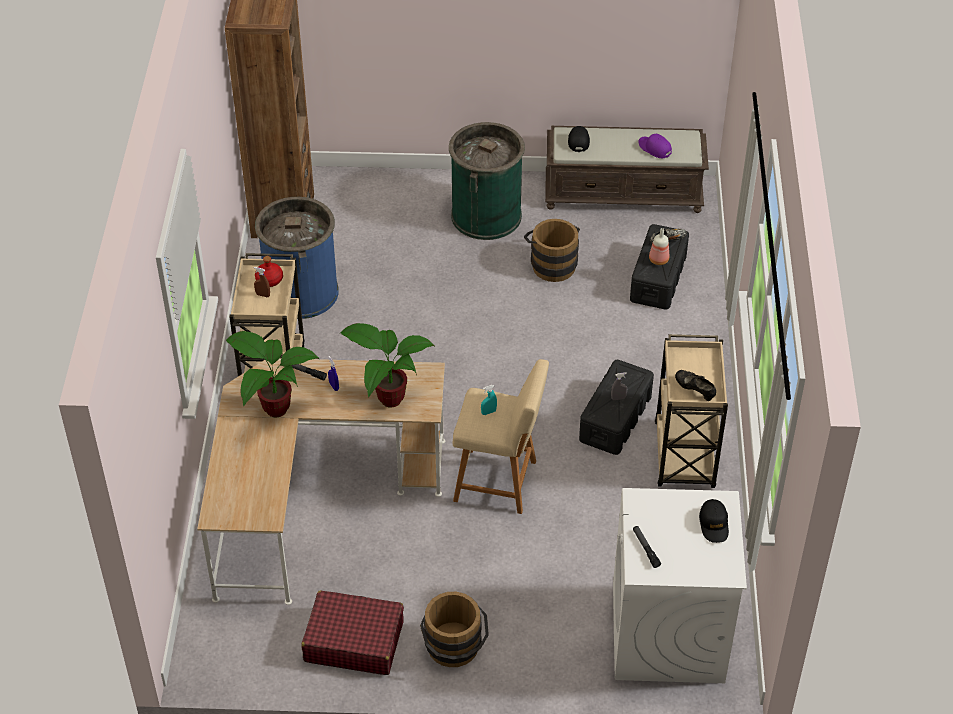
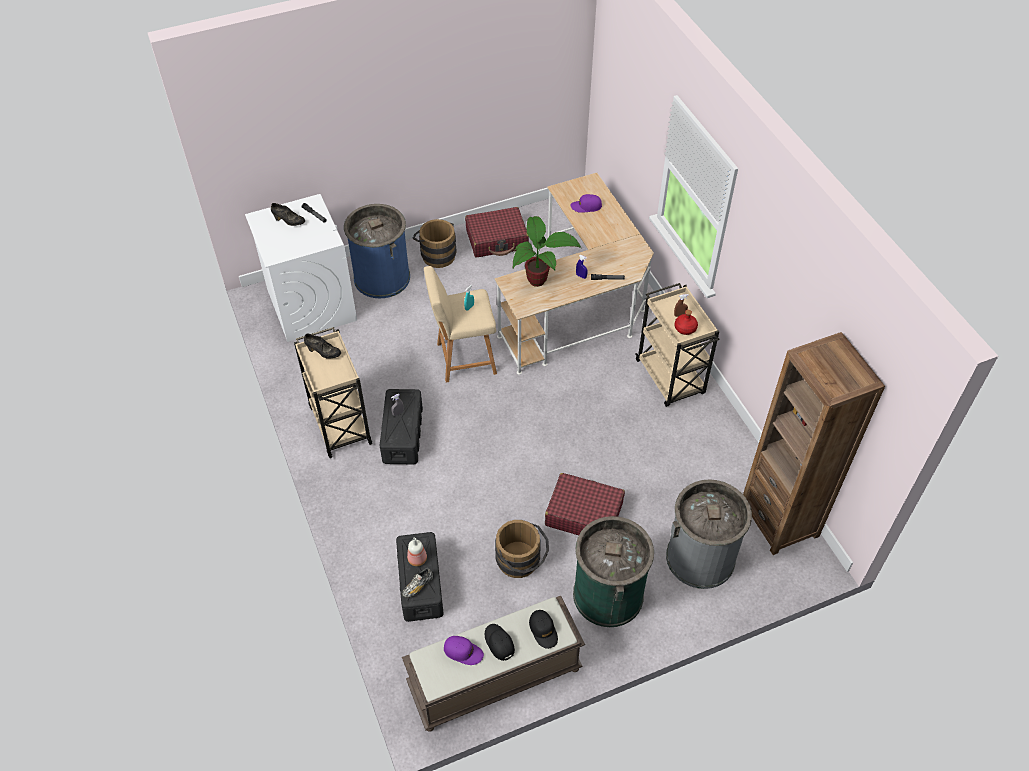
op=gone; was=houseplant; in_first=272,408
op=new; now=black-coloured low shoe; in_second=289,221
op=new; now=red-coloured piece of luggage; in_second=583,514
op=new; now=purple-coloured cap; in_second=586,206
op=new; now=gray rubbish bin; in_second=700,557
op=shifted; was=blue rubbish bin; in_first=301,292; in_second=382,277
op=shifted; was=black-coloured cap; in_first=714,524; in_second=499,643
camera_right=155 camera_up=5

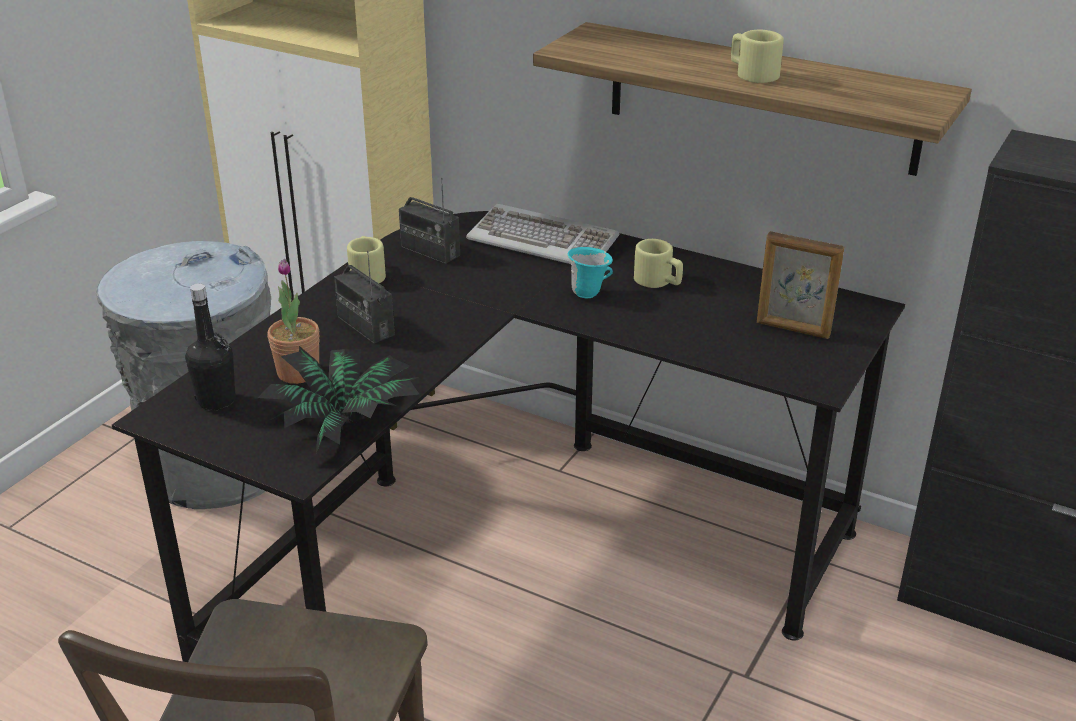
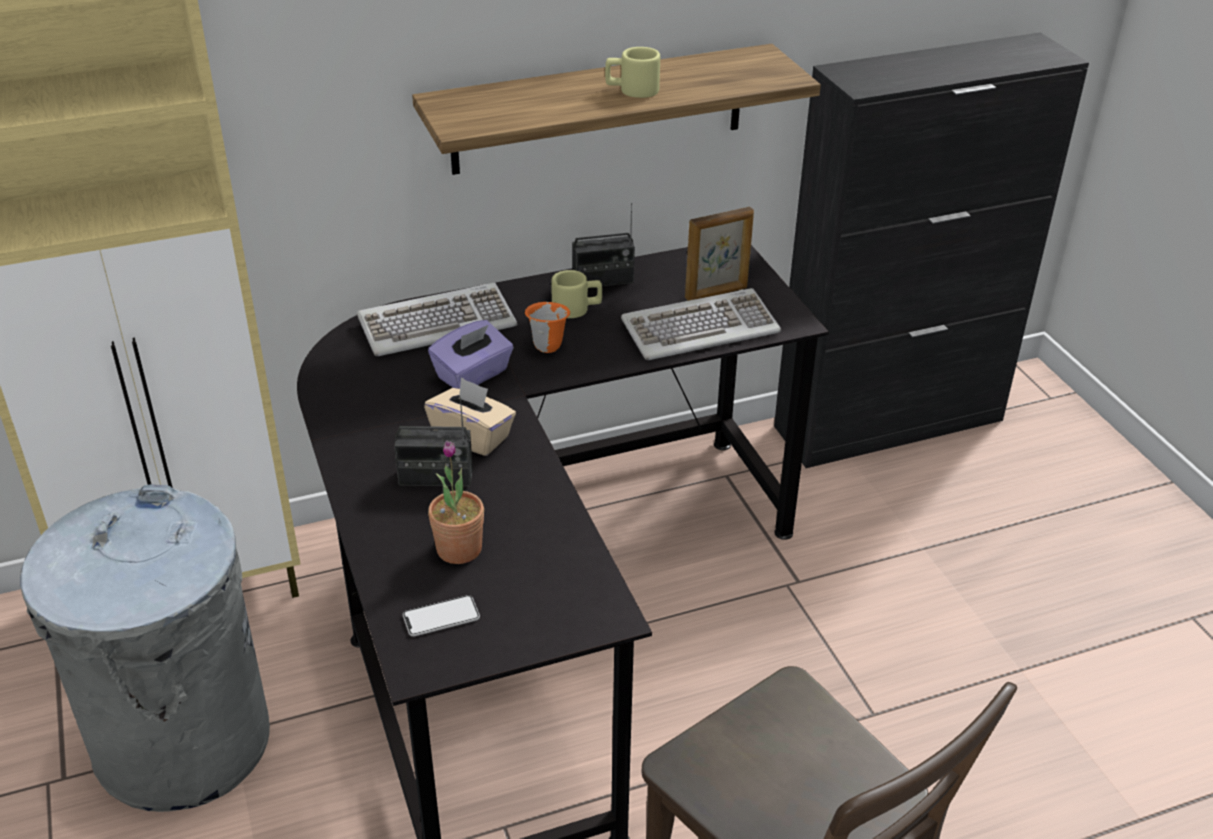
op=gone; was=houseplant; in_first=345,425
op=gone; was=sand-coloured coffee mug; in_first=367,274
op=new; now=sand-coloured tissue box; in_second=472,436
op=new; now=purple-coloured tissue box; in_second=473,375
op=new; now=PC keyboard; in_second=700,329
op=shifted; was=radio receiver; in_first=430,251; in_second=603,280
op=swapped; was=black-coloured bottle; now=telephone; in_first=216,401; in_second=441,617
op=repainted; was=blue-green coffee mug; now=orangey coffee mug; in_first=589,293; in_second=548,346
camera_right=-50 camera_up=5

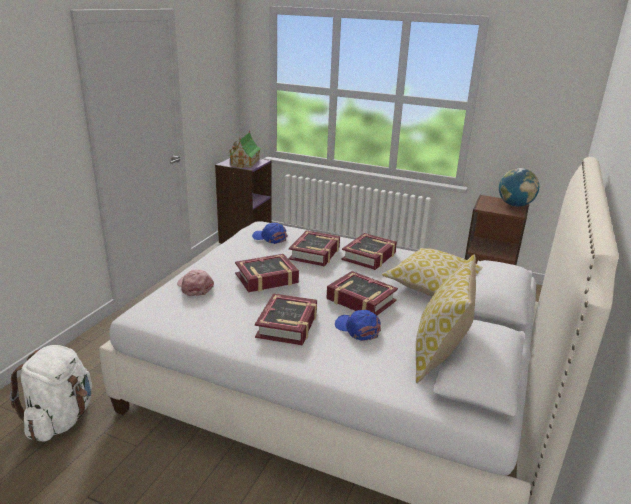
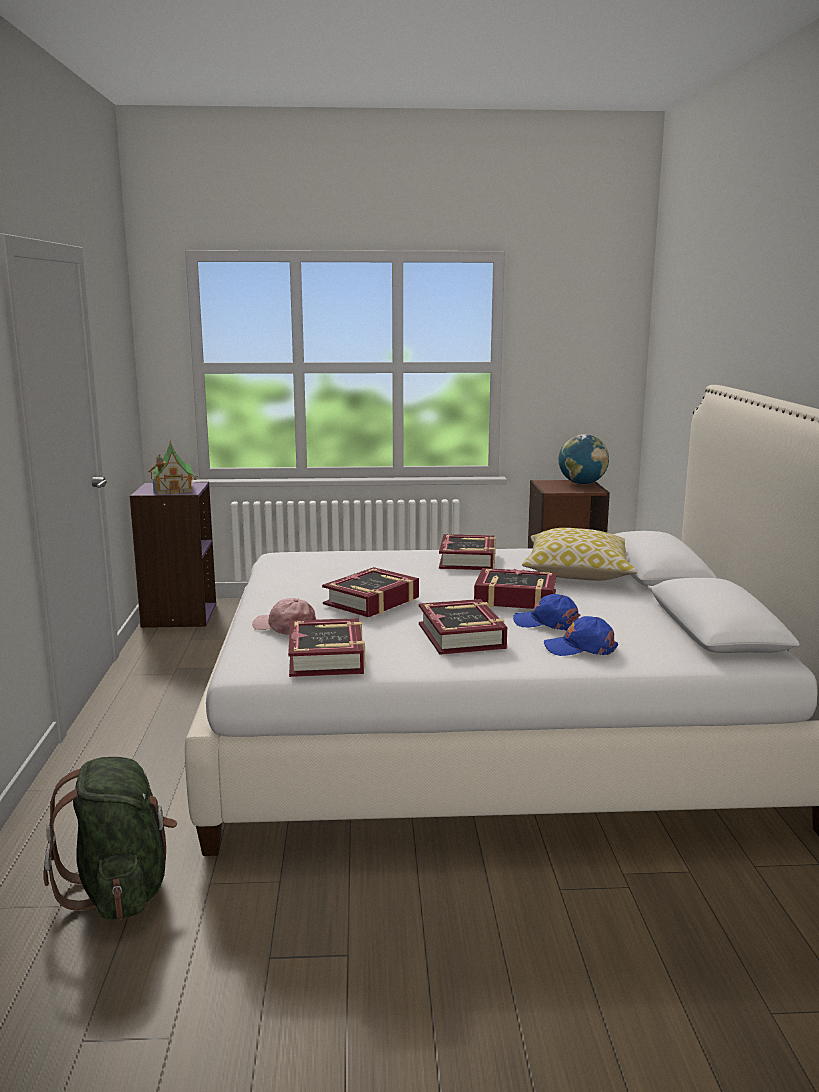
op=gone; was=pillow; in_first=439,356
op=shifted; was=blue cap; in_first=270,238; in_second=580,648
op=shifted; was=volume; in_first=315,253; in_second=327,657
op=repainted; was=white rucksack; now=green-coloured rucksack; in_first=61,419; in_second=120,890
camera_right=-25 camera_up=-10

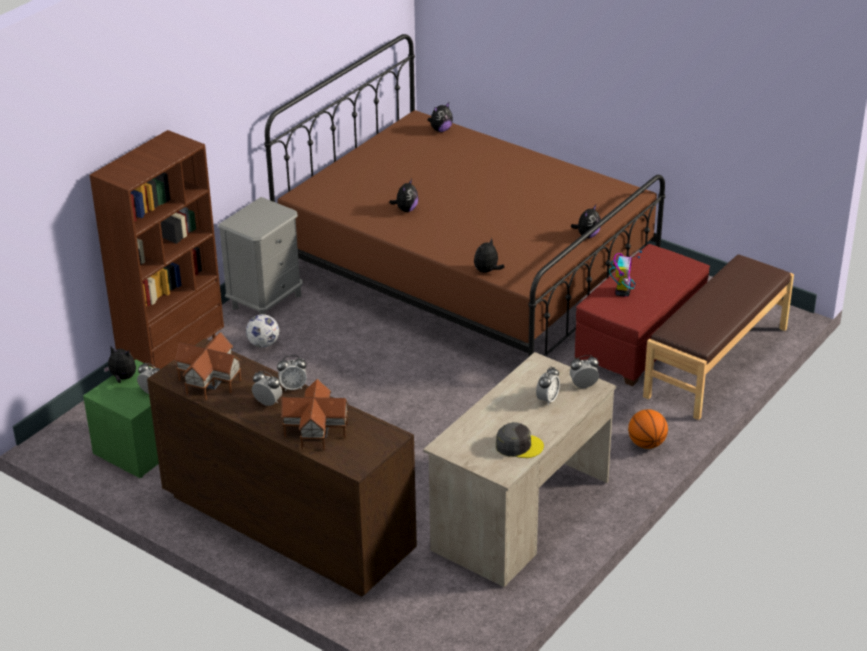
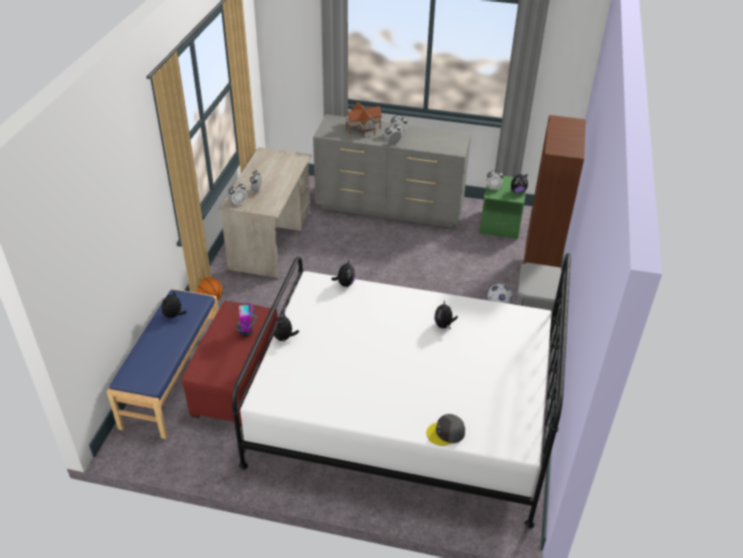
op=gone; was=toy house; in_first=211,380
op=shifted; was=plush toy; in_first=440,130; in_second=174,315
op=shifted; was=gray cap; in_first=518,445; in_second=446,433
op=repainted; was=brown-coloured chest of drawers; now=gray chest of drawers; in_first=287,525; in_second=390,207
op=repainted; was=brown-coloured bedroom bed; now=white bedroom bed; in_first=467,274; in_second=402,411
op=repainted; was=brown-coloured long seat; now=blue long seat; in_first=717,362; in_second=172,378
camera_right=155 camera_up=5

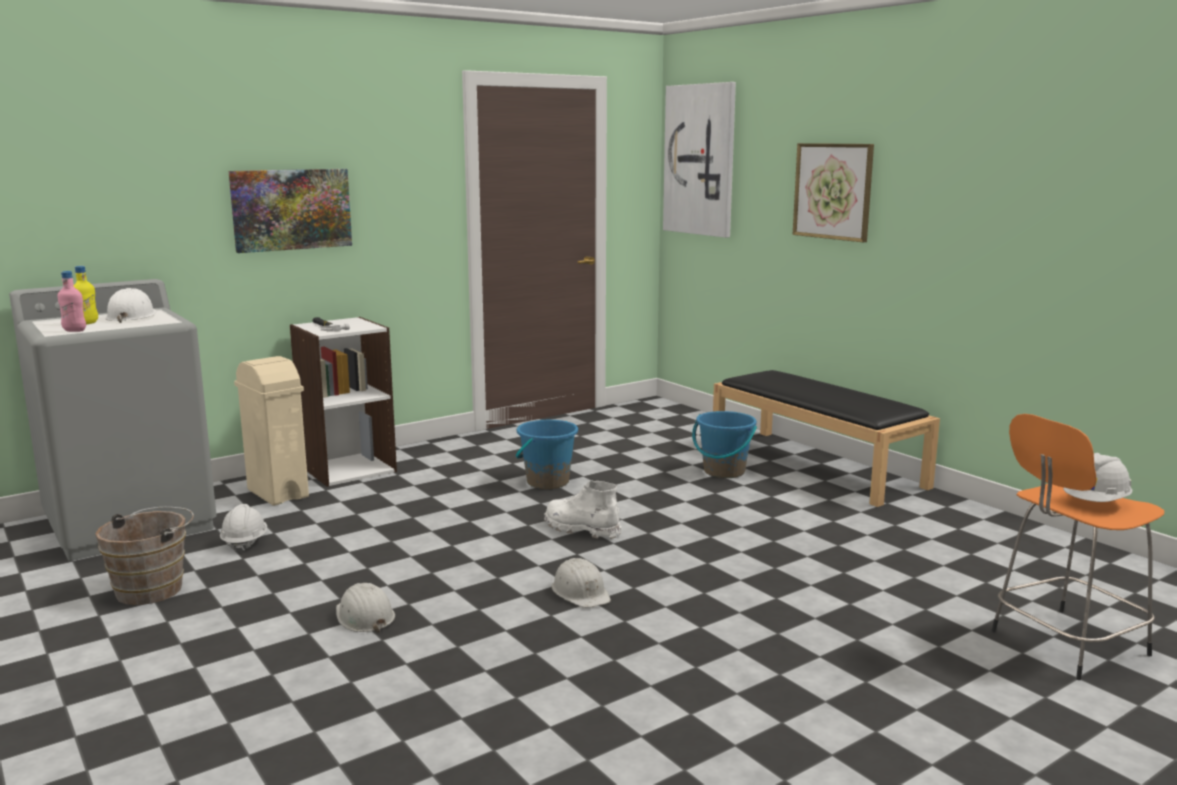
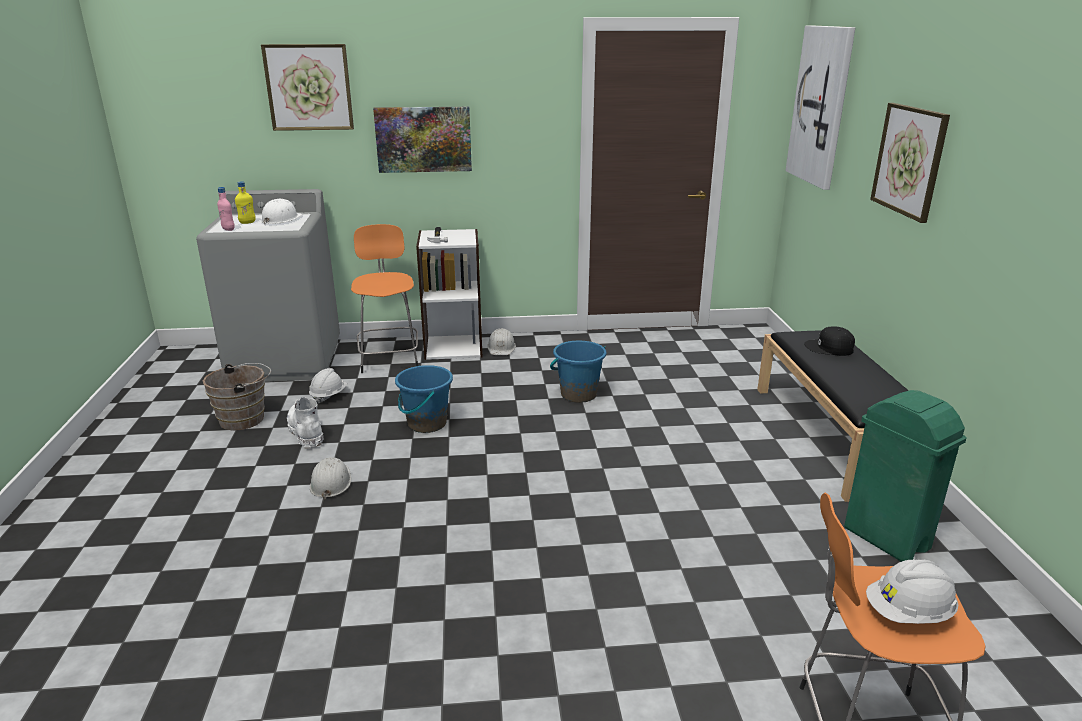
op=new; now=wall art; in_second=309,87
op=new; now=black-coloured cap; in_second=829,348
op=new; now=green-coloured rubbish bin; in_second=887,539
op=shifted; was=white tall boot; in_first=582,529; in_second=306,433
op=shifted; was=white hard hat; in_first=581,592; in_second=501,347
op=shifted; was=blue bucket; in_first=724,472; in_second=426,423
op=swapped; was=sand-coloured rubbish bin; now=orangey stool; in_first=278,493; in_second=389,358
camera_right=30 camera_up=10

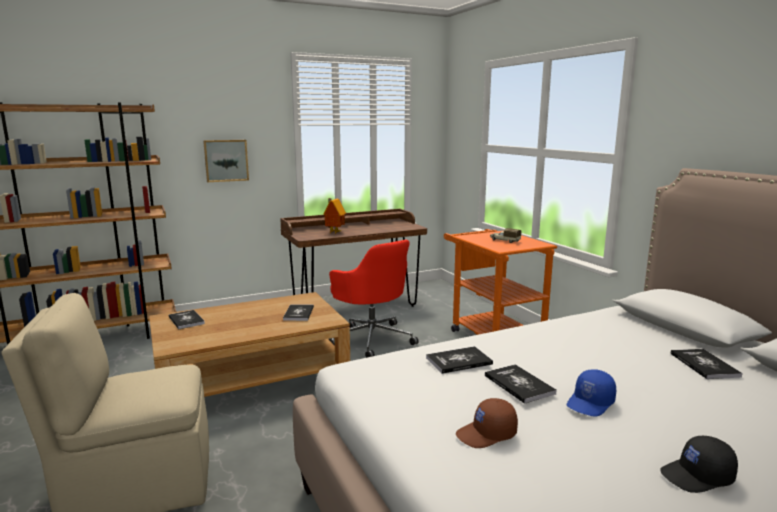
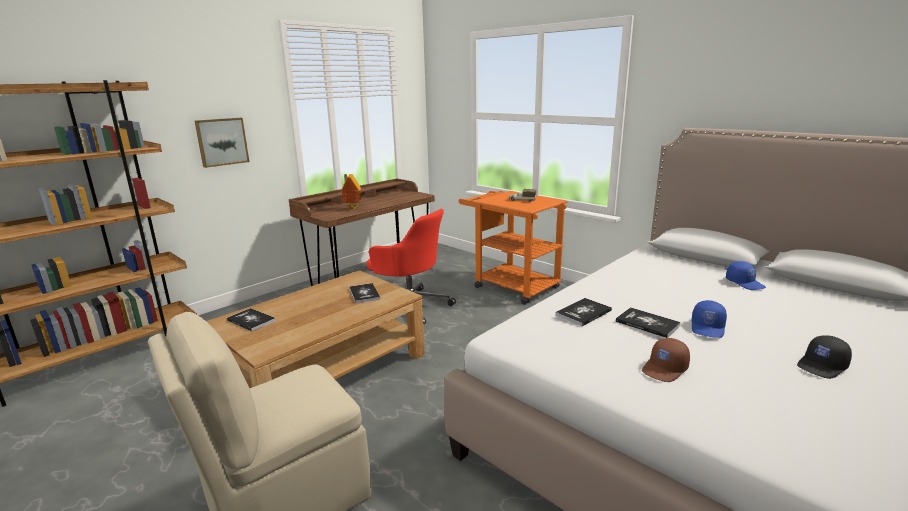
op=swapped; was=volume; now=blue cap; in_first=704,365; in_second=745,283
camera_right=-20 camera_up=5

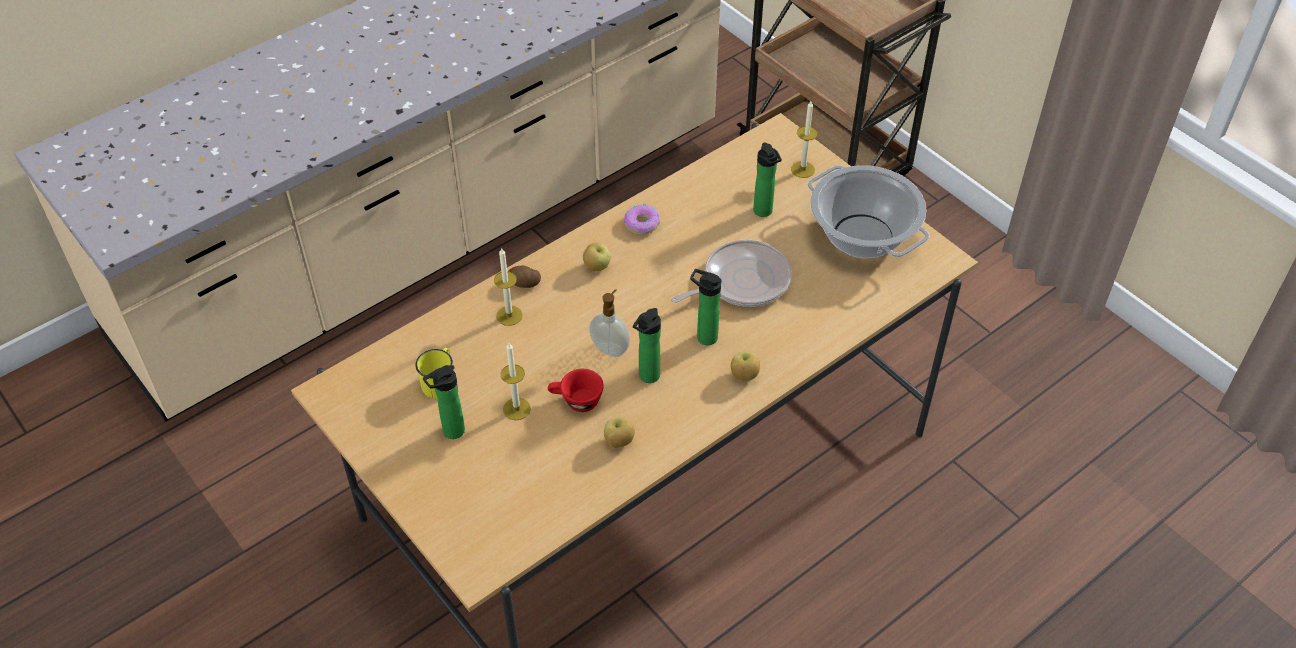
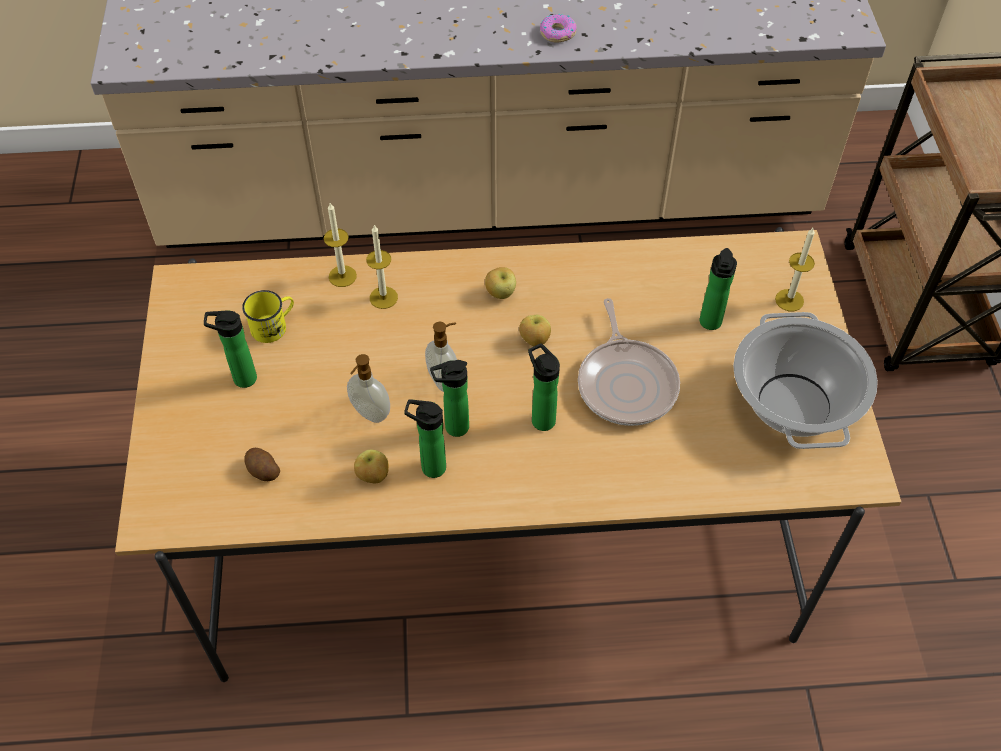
op=new; now=bottle; in_second=429,467
op=shifted; was=wax light; in_first=516,409; in_second=342,276
op=shifted; was=whole potato; in_first=524,283; in_second=263,471
op=shifted; was=ring doughnut; in_first=642,224; in_second=557,33
op=shifted; was=apple; in_first=744,376; in_second=534,340
op=swapped; was=red-coloured cup; now=soap bottle; in_first=576,401; in_second=370,413
op=rotated; was=pan; in_first=741,281; in_second=626,383; clockwise=75
camera_right=35 camera_up=5

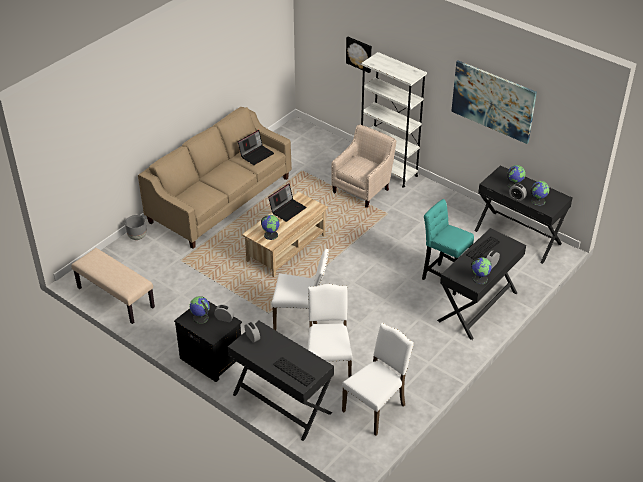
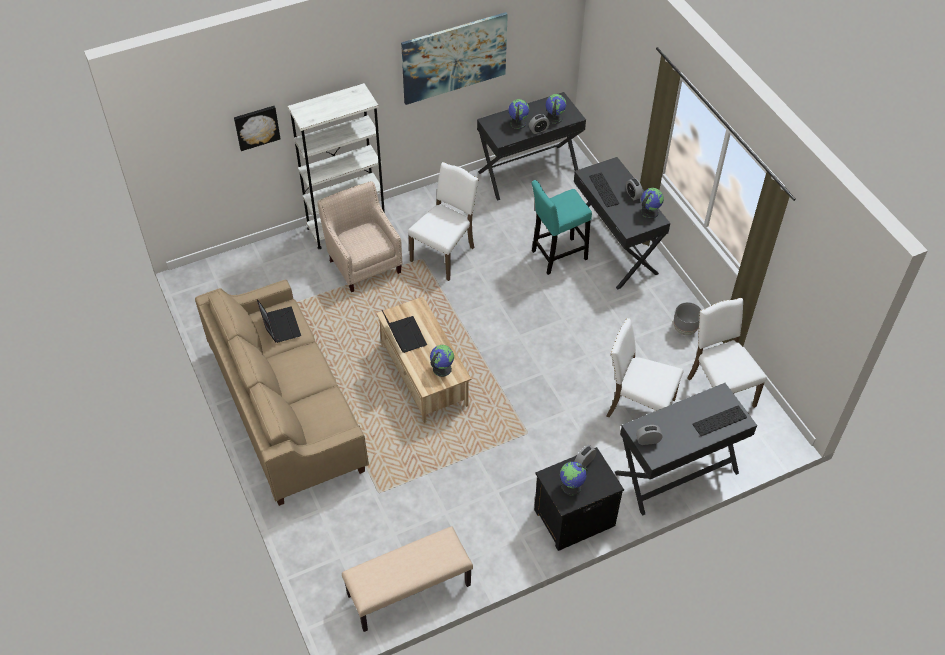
op=shifted; was=gray flower pot; in_first=137,236; in_second=684,329
op=shifted; was=white chair; in_first=300,319; in_second=444,254
camera_right=-65 camera_up=10

